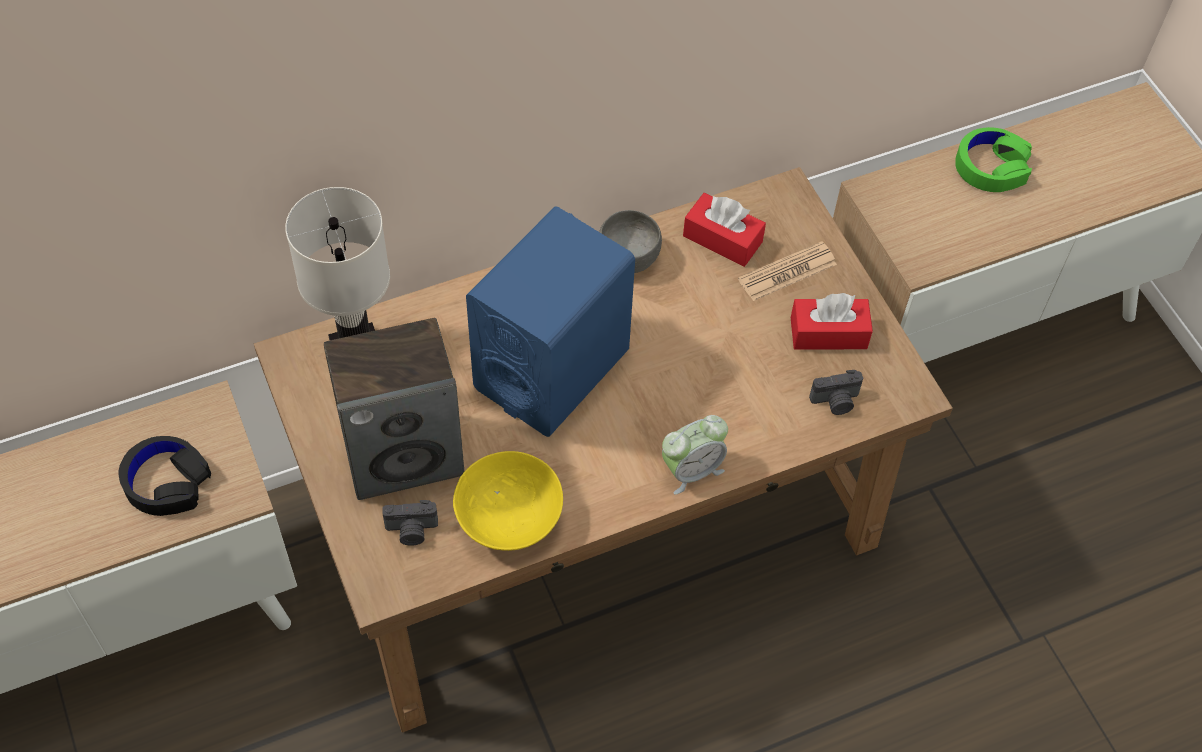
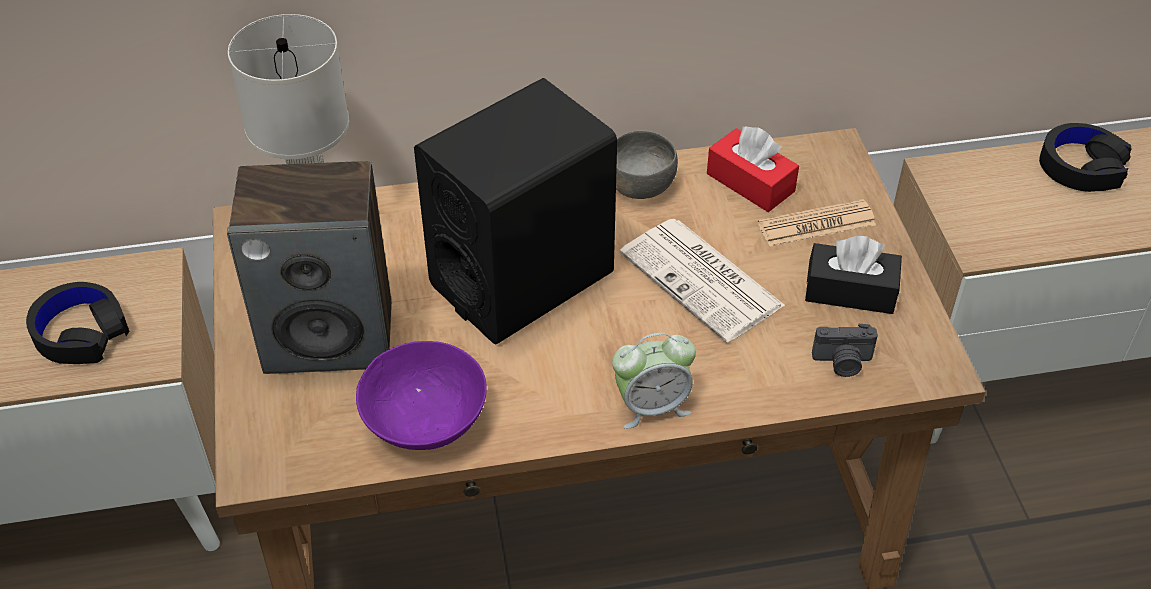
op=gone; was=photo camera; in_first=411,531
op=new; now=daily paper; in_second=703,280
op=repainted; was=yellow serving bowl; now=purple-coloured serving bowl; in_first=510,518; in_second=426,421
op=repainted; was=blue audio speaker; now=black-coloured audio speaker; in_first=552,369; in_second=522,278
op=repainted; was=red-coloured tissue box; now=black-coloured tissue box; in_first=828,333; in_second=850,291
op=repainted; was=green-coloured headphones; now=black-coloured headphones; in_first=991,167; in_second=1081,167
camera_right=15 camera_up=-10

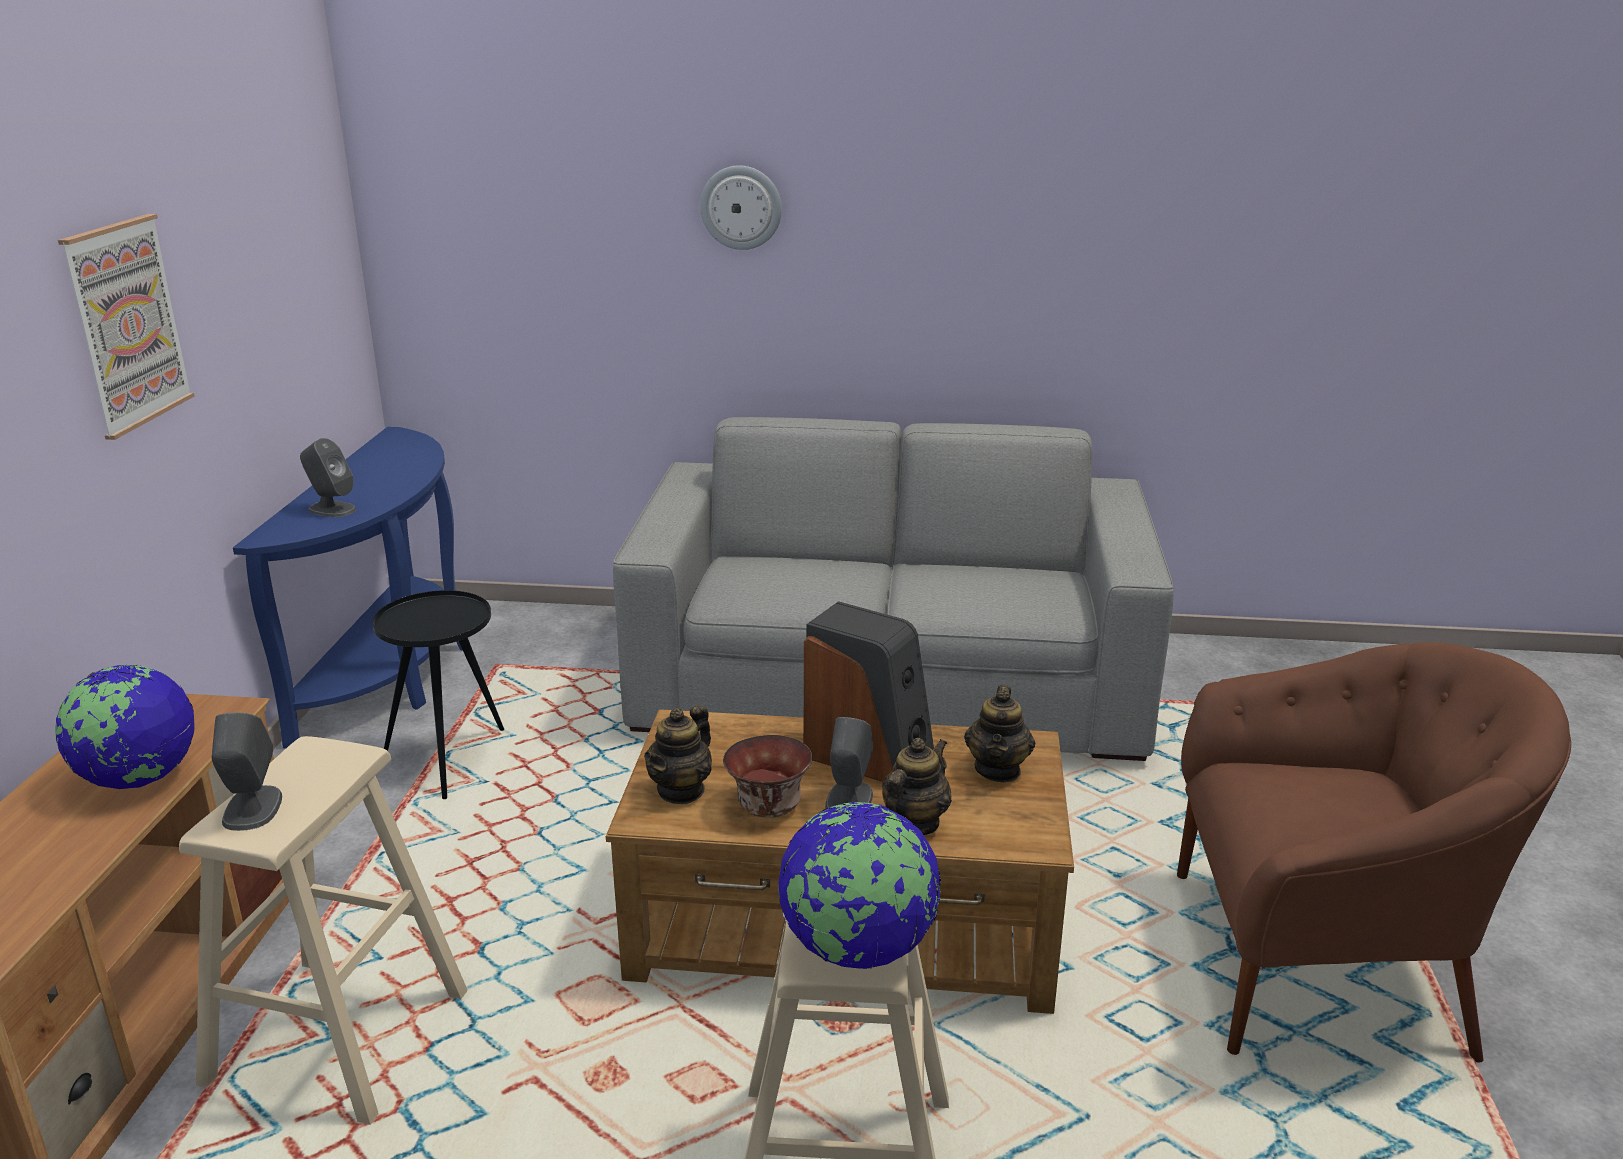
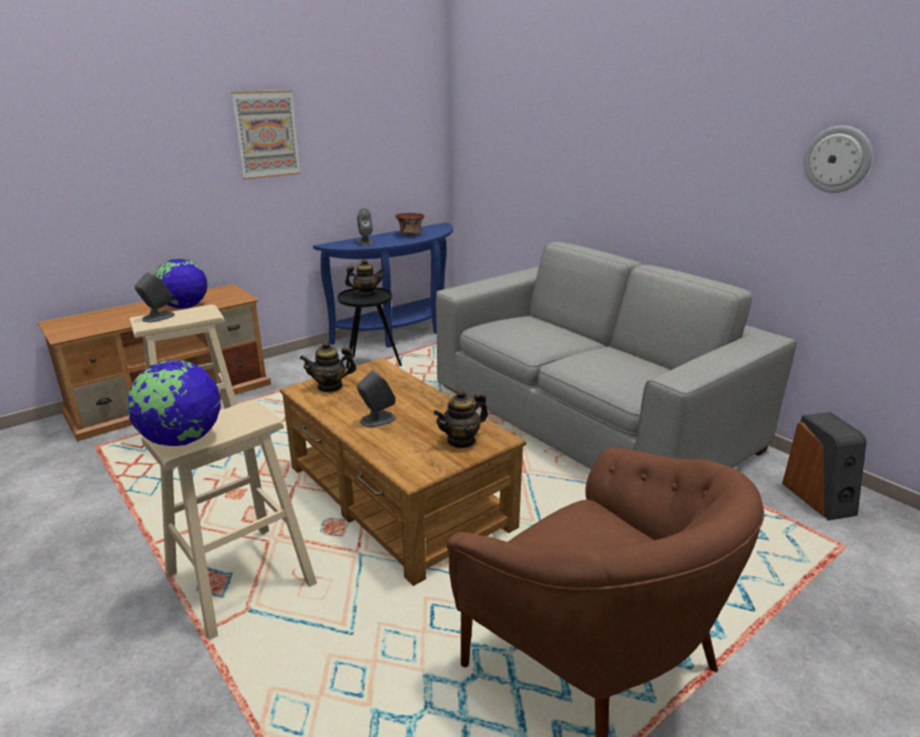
op=shifted; was=clock on the wall; in_first=741,207; in_second=837,159
op=shifted; was=serving bowl; in_first=768,807; in_second=410,235
op=shifted; was=audio speaker; in_first=869,756; in_second=819,498
op=shifted; was=tea pot; in_first=913,823; in_second=366,294
camera_right=45 camera_up=0

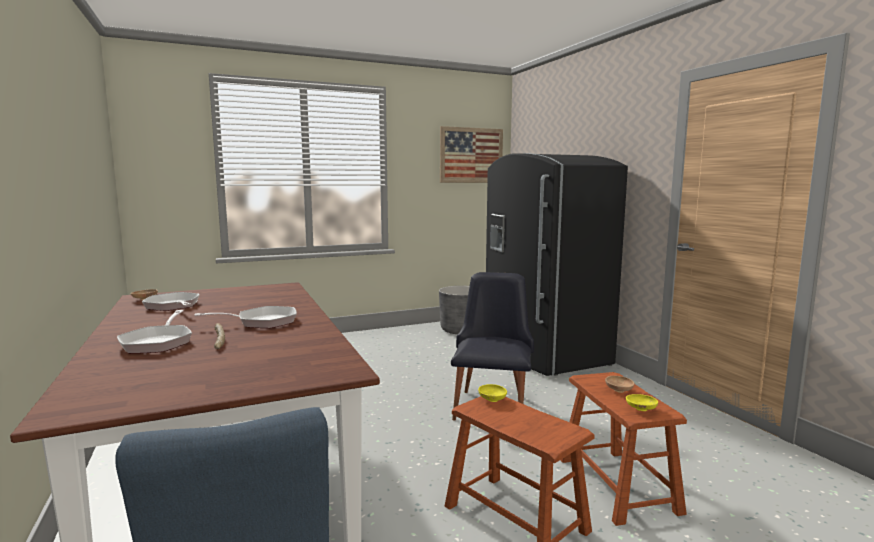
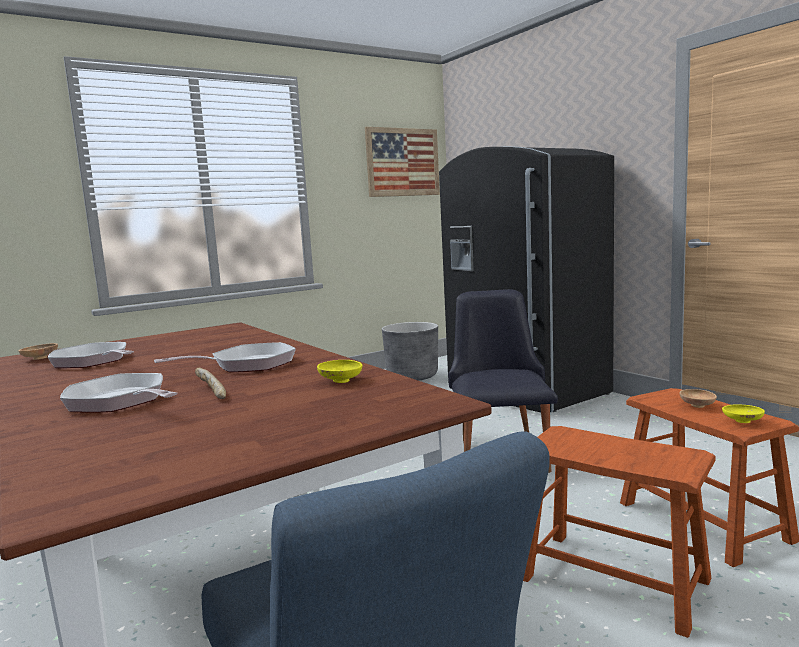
op=shifted; was=yellow serving bowl; in_first=492,399; in_second=340,381
op=rotated; was=pan; in_first=158,342; in_second=120,401; clockwise=150
camera_right=-10 camera_up=0

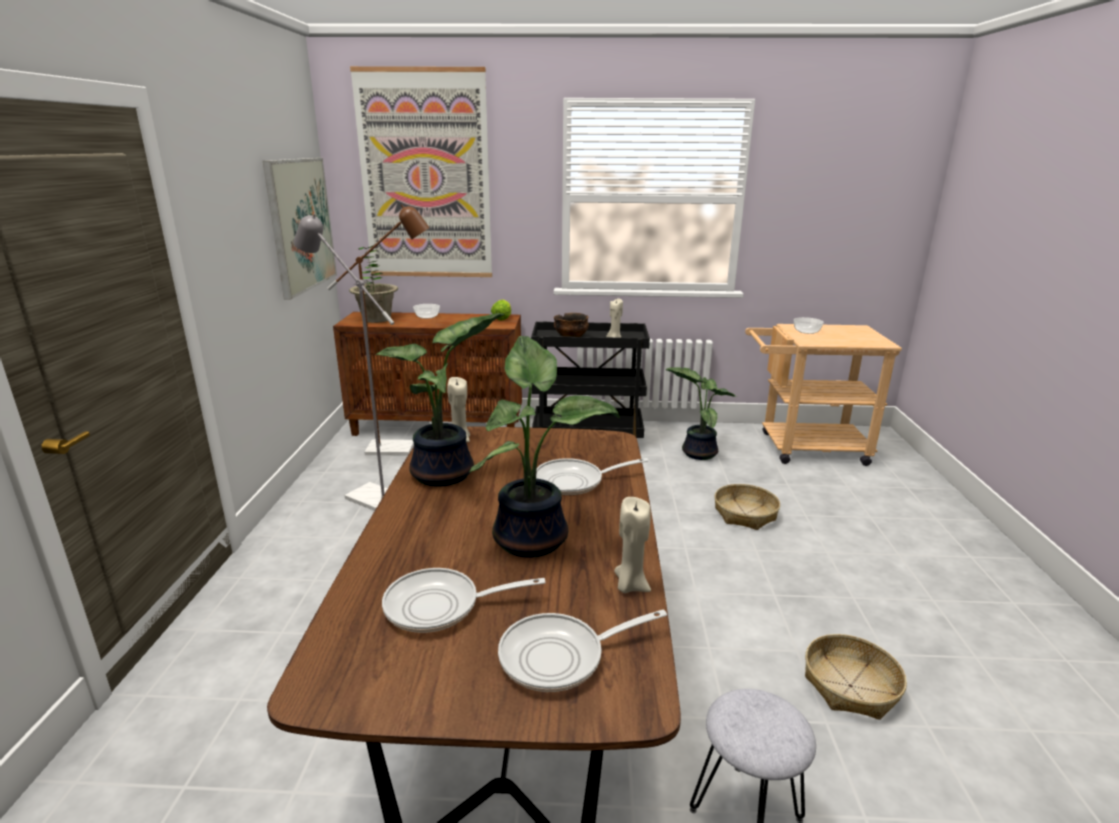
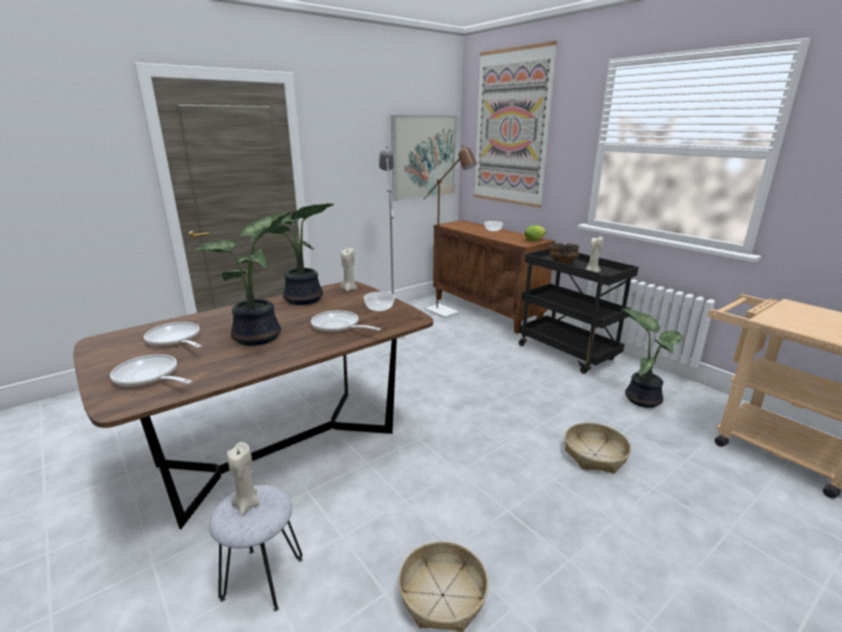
op=gone; was=houseplant; in_first=376,319
op=shifted; was=sand-coloured wax light; in_first=630,585; in_second=247,504
op=shifted; was=serving bowl; in_first=806,331; in_second=379,308
camera_right=50 camera_up=0

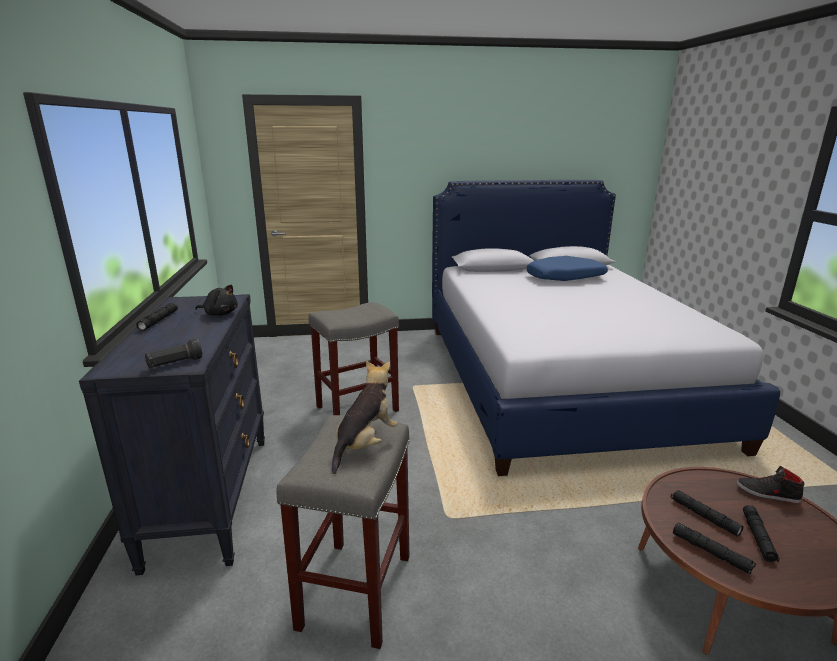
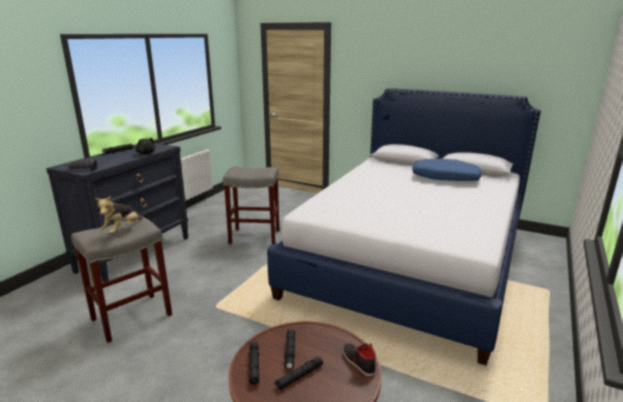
op=rotated; was=plush toy; in_first=365,444; in_second=122,230; clockwise=135
camera_right=35 camera_up=0

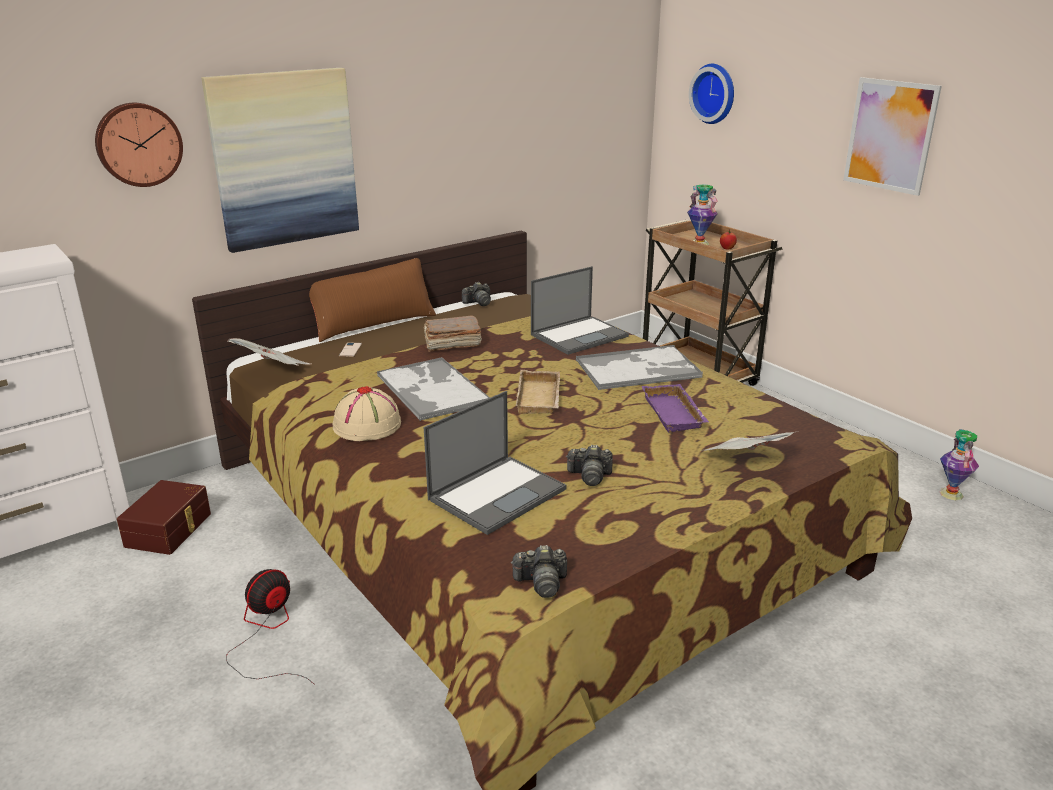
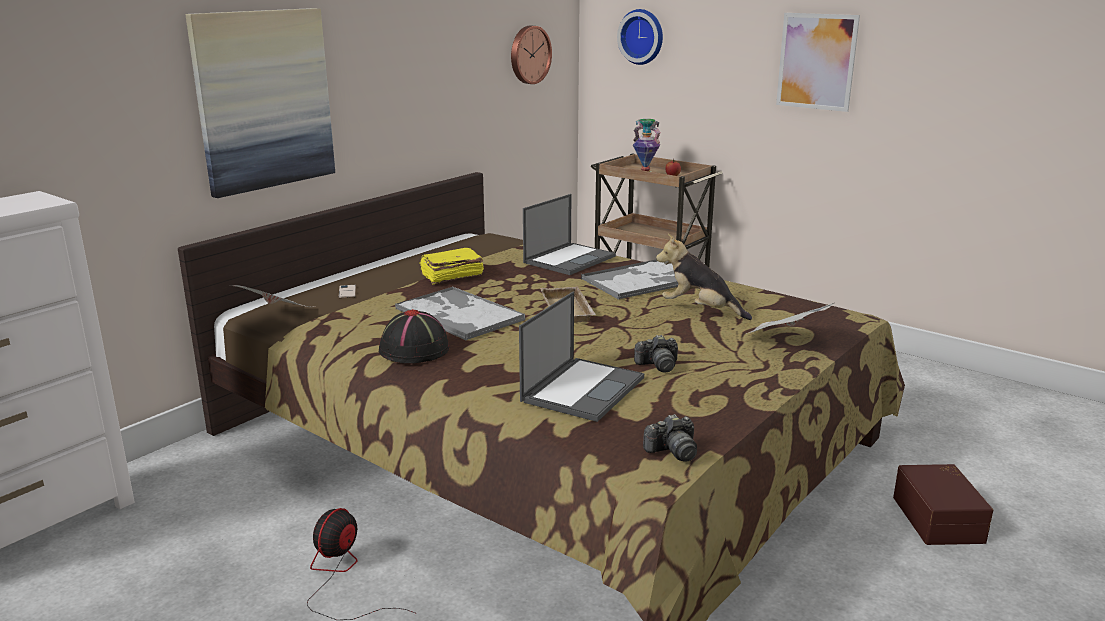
op=gone; was=brown-coloured pillow; in_first=373,323
op=gone; was=photo camera; in_first=478,303
op=gone; was=decorative vase; in_first=950,494
op=shifted; was=clock on the wall; in_first=138,144; in_second=529,54
op=shifted; was=brown-coloured storage container; in_first=170,530; in_second=940,519
op=swapped; was=purple-coloured tray; now=plush toy; in_first=675,413; in_second=700,310
op=repainted; was=sand-coloured clothing hat; now=black-coloured clothing hat; in_first=367,426; in_second=415,350
op=repainted; was=brown-coloured volume; now=yellow volume; in_first=451,343; in_second=451,276
camera_right=-15 camera_up=-5

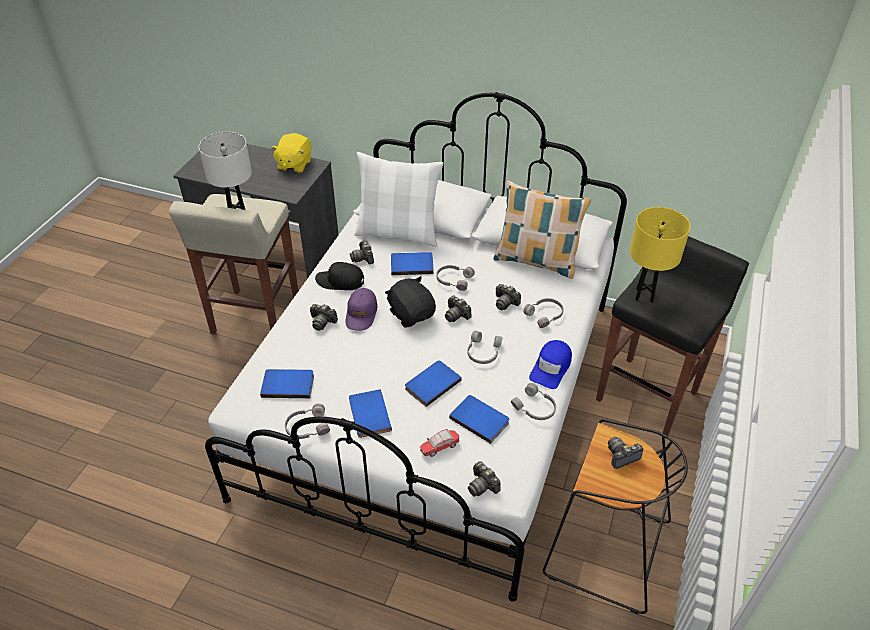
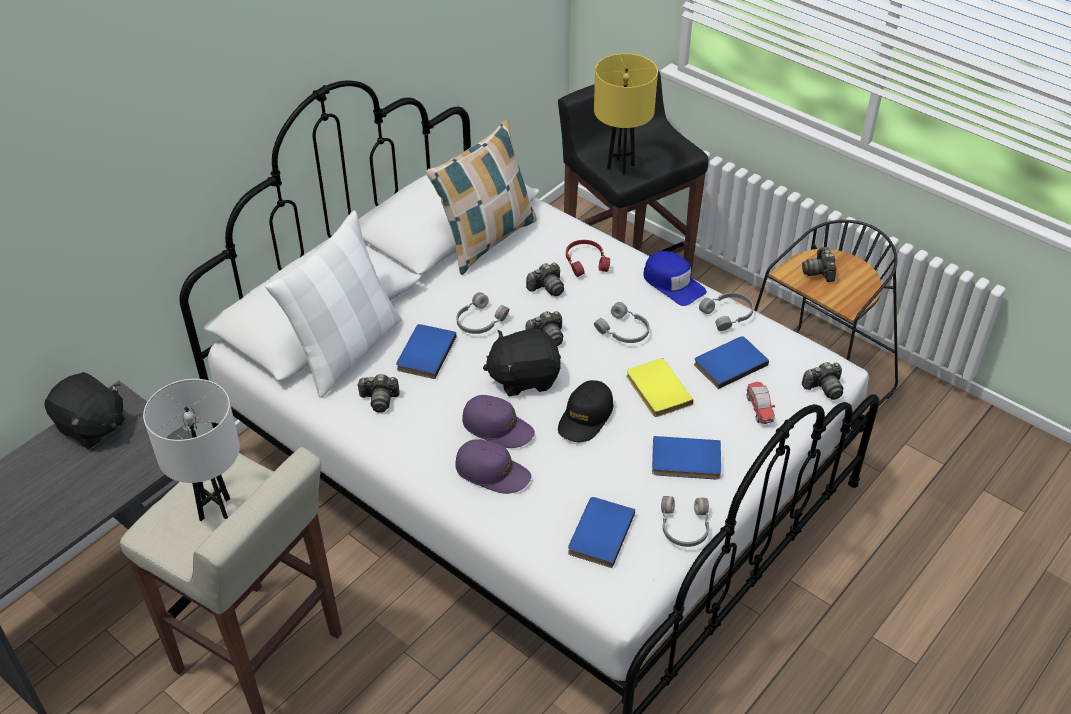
op=shifted; was=black-coloured cap; in_first=340,281; in_second=585,417
op=swapped; was=photo camera; now=purple-coloured cap; in_first=322,322; in_second=492,472
op=repainted; was=yellow plush toy; now=black-coloured plush toy; in_first=294,164; in_second=91,427
op=repainted; was=blue volume; now=yellow volume; in_first=431,383; in_second=656,390
op=repainted; was=gray headphones; now=red-coloured headphones; in_first=545,315; in_second=586,262
camera_right=-70 camera_up=0

